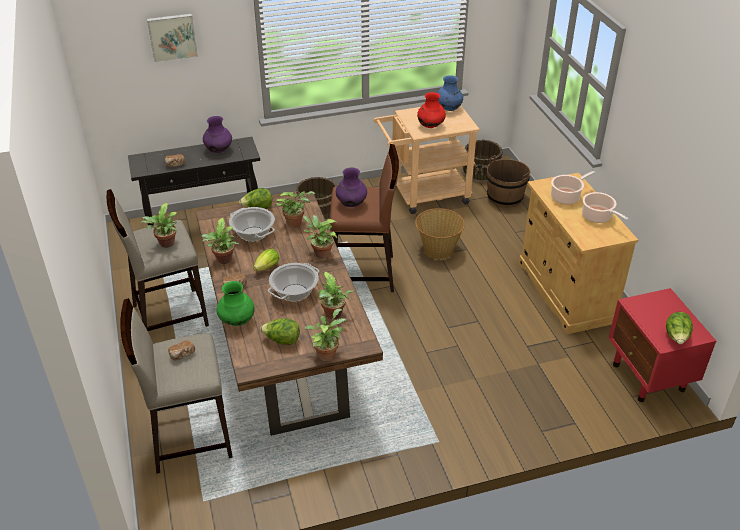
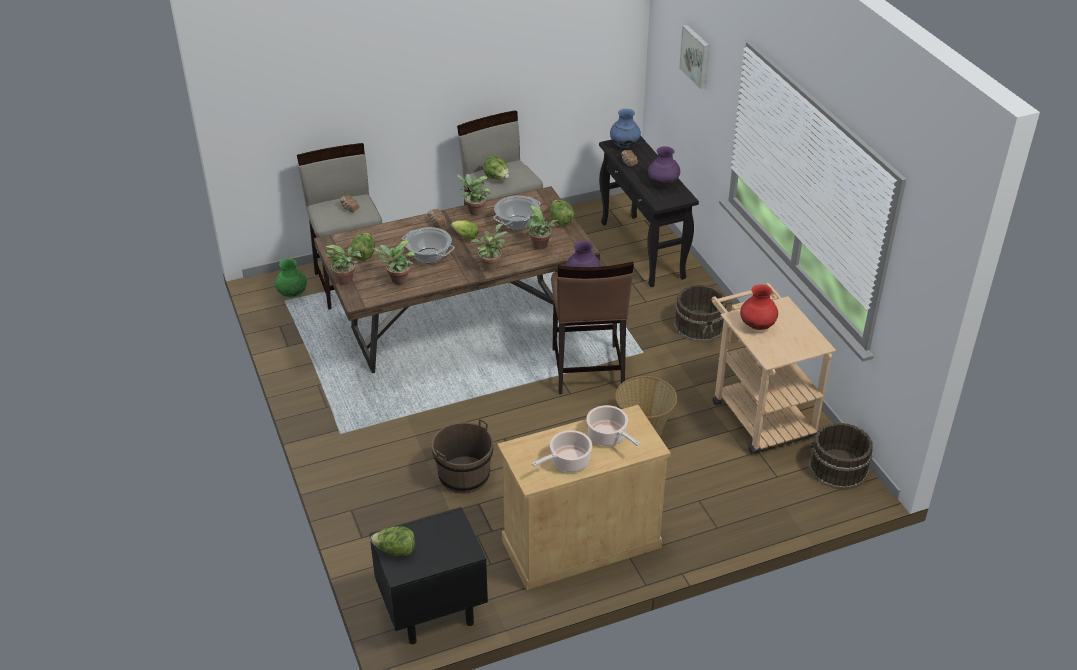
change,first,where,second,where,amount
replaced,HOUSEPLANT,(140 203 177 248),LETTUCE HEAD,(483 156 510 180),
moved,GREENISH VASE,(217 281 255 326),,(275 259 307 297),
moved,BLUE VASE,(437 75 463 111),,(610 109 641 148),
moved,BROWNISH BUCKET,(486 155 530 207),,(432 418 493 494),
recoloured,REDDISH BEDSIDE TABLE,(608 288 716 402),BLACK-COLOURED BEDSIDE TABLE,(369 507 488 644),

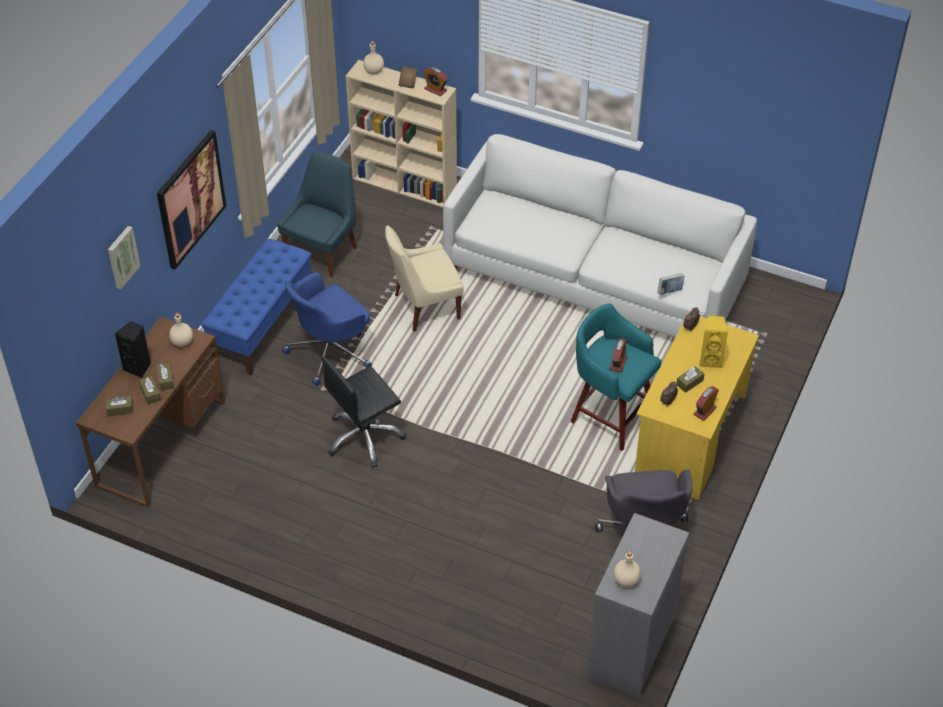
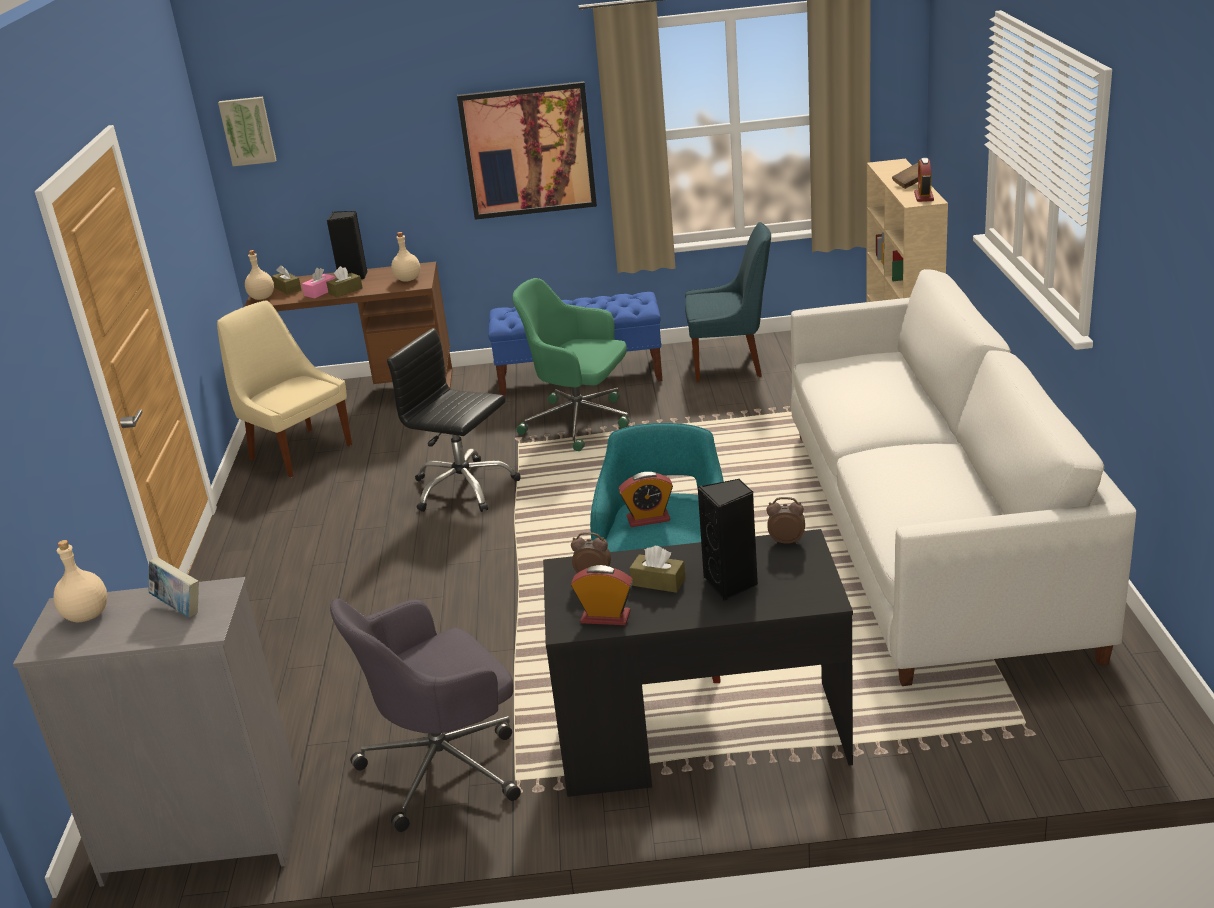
change,first,where,second,where,amount
moved,PICTURE,(108 226 141 289),,(218 97 276 166),
recoloured,BROWNISH TISSUE BOX,(139 376 161 404),PINK TISSUE BOX,(302 268 335 298),
recoloured,BLUE DESK CHAIR,(282 272 372 386),GREENISH DESK CHAIR,(512 278 629 451),
moved,BEIGE-COLOURED DRINK BOTTLE,(363 41 384 75),,(245 250 274 300),
moved,BEIGE-COLOURED CHAIR,(385 225 464 332),,(217 301 352 477),
recoloured,YELLOW-COLOURED DESK UNIT,(635 312 759 500),BLACK-COLOURED DESK UNIT,(543 529 853 797),
moved,BOOK,(658 273 685 295),,(148 557 199 617),
recoloured,YELLOW-COLOURED AUDIO SPEAKER,(699 315 728 369),BLACK-COLOURED AUDIO SPEAKER,(697 479 758 601),

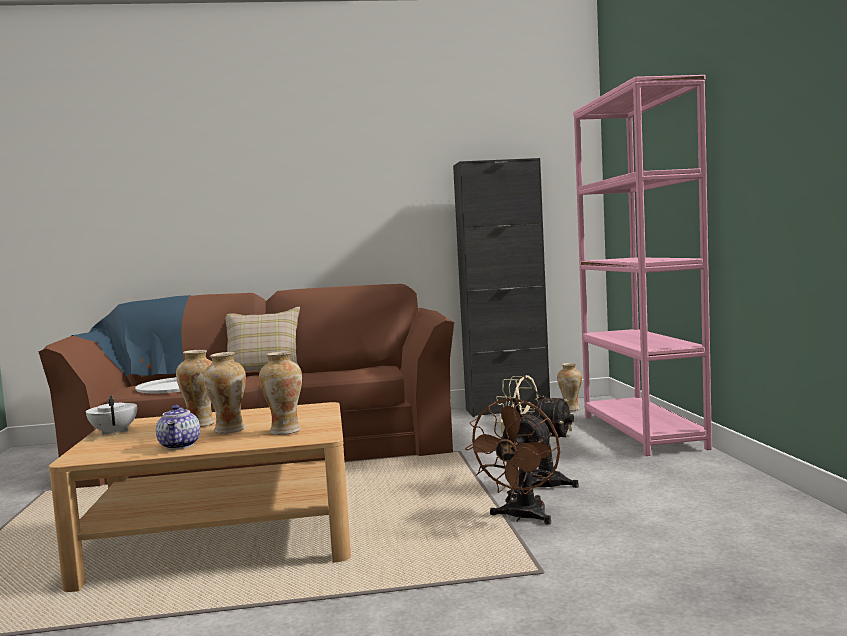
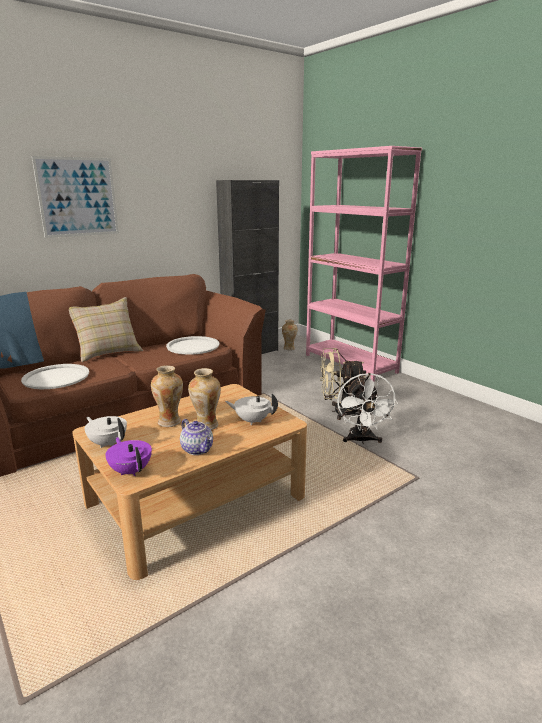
change,first,where,second,where,amount
replaced,VASE,(259 351 302 435),WHITE TEA POT,(225 394 278 425),
recoloured,BROWNISH FAN,(465 398 560 525),WHITE FAN,(337 373 398 444),
added,,,PICTURE,(32 156 119 238),
added,,,PURPLE-COLOURED TEA POT,(105 437 152 476),
added,,,WHITE TRAY,(166 336 220 355),

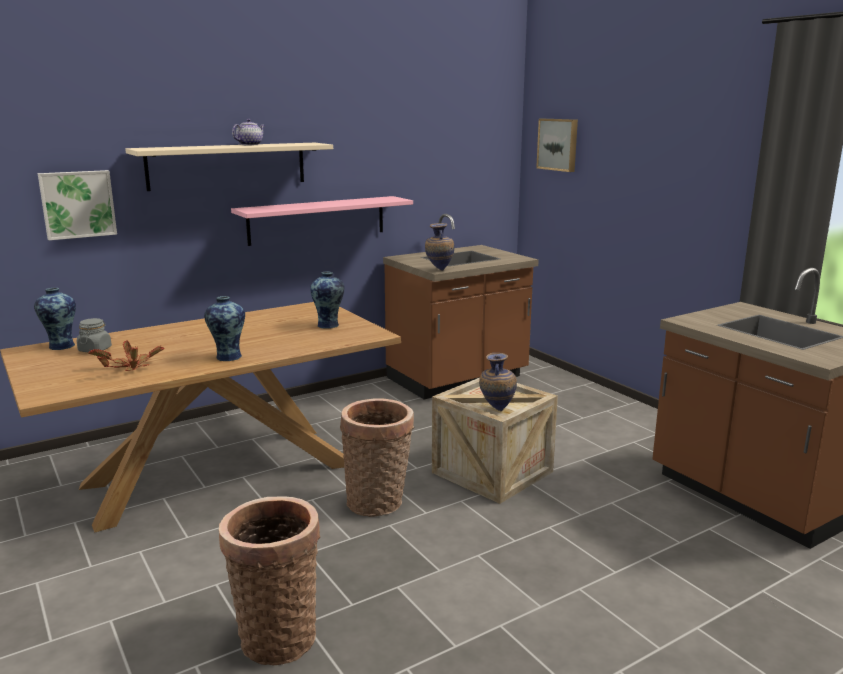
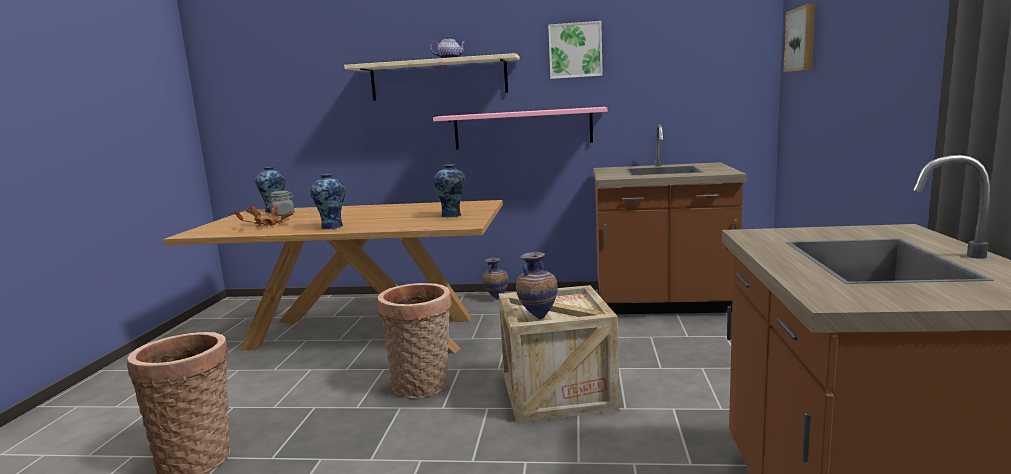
change,first,where,second,where,amount
moved,PICTURE,(38 170 117 240),,(548 21 603 79),
moved,VASE,(425 223 454 271),,(482 258 508 300),

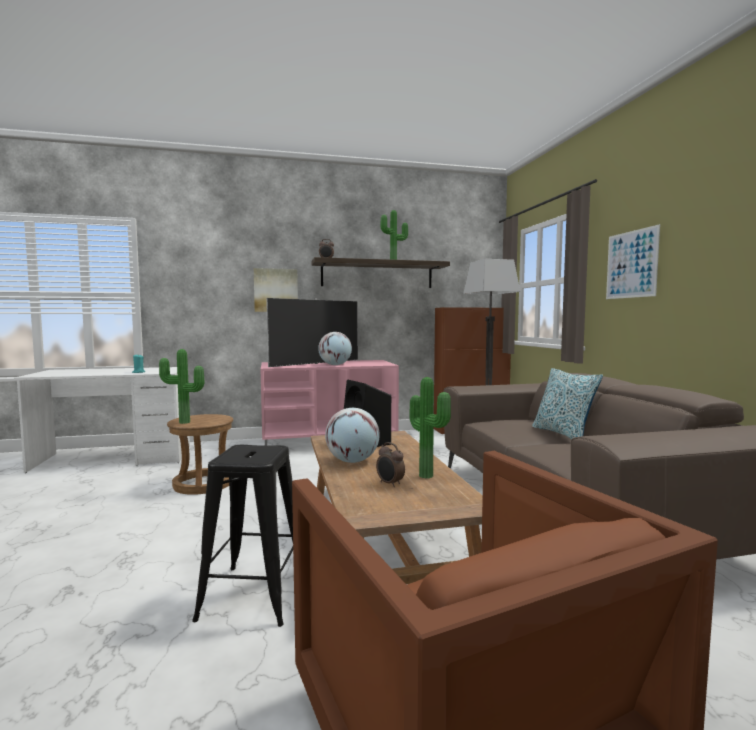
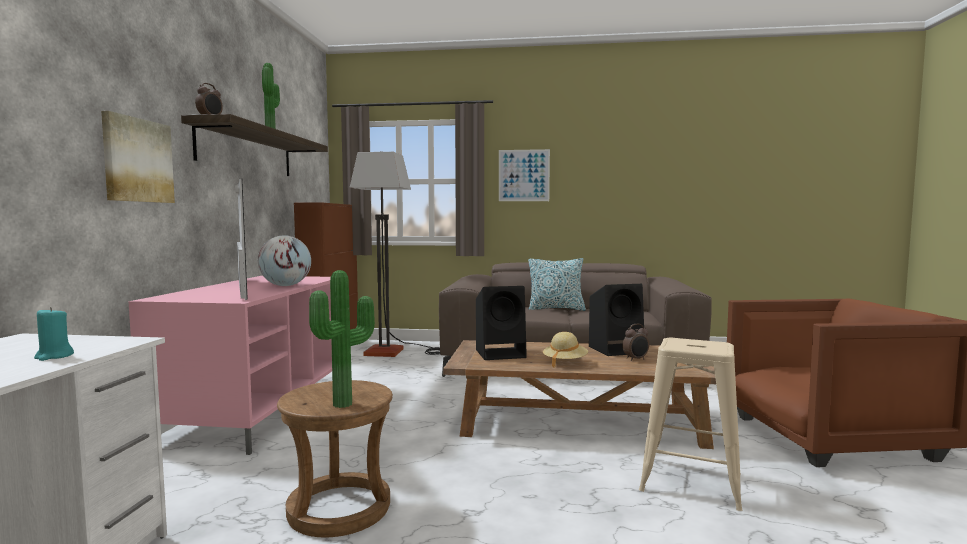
change,first,where,second,where,amount
recoloured,BLACK-COLOURED SITTING STOOL,(192 445 293 627),BEIGE-COLOURED SITTING STOOL,(639 338 742 511),
replaced,GLOBE,(325 408 380 463),BEIGE-COLOURED CLOTHING HAT,(543 332 588 367),
replaced,HOUSEPLANT,(409 377 451 479),BLACK-COLOURED AUDIO SPEAKER,(589 284 644 356),

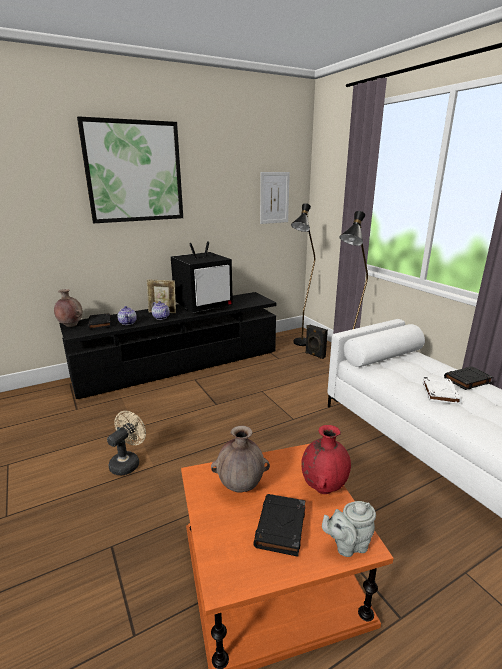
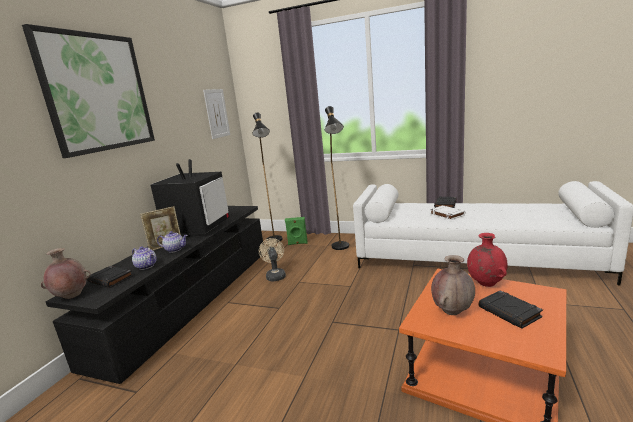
change,first,where,second,where,amount
moved,BEIGE-COLOURED FAN,(107 411 146 475),,(259 238 286 282),
recoloured,BLACK-COLOURED AUDIO SPEAKER,(305 325 328 359),GREENISH AUDIO SPEAKER,(285 217 308 245),
removed,GRAY TEA POT,(322 501 376 557),,,

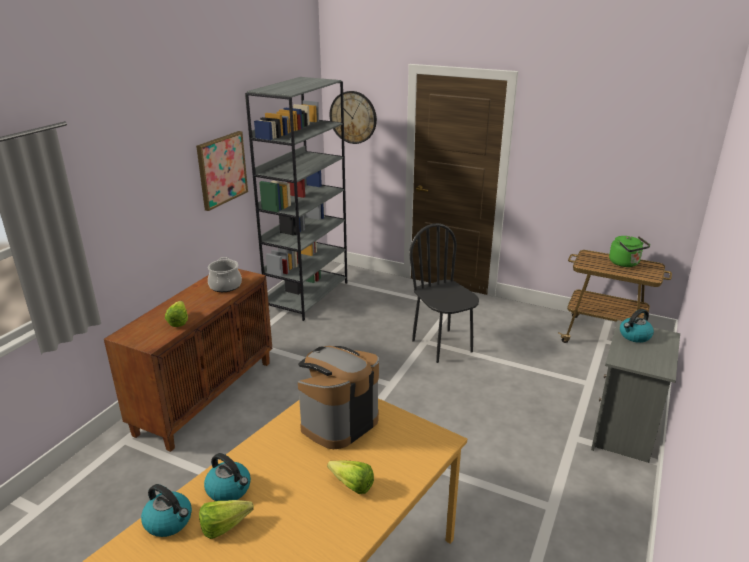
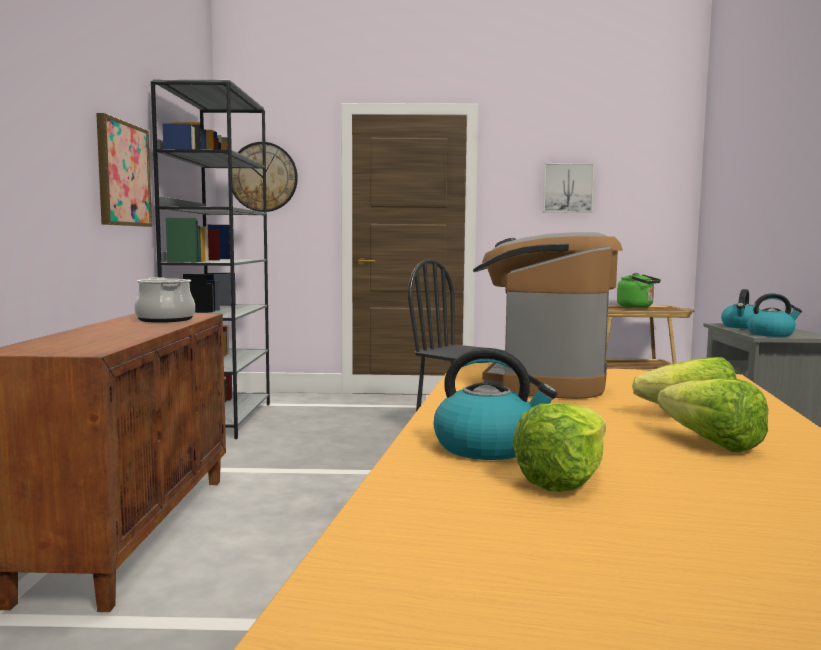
change,first,where,second,where,amount
moved,TEA KETTLE,(141 484 192 537),,(747 293 802 337),
moved,LETTUCE HEAD,(165 301 188 327),,(657 378 768 453),
added,,,PICTURE,(543 163 594 213),

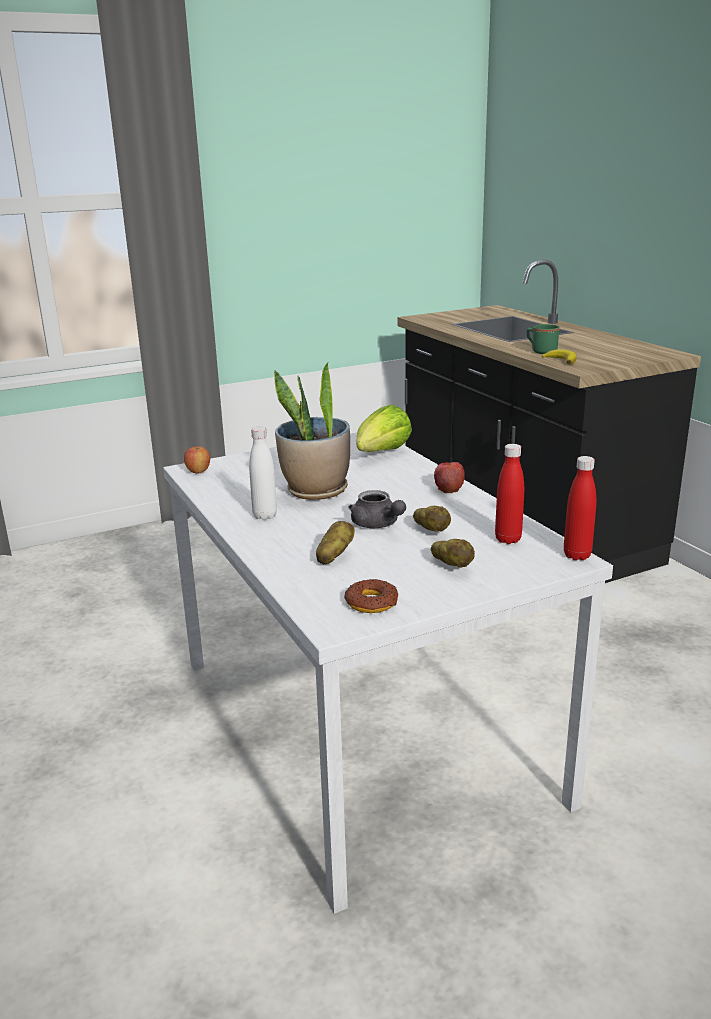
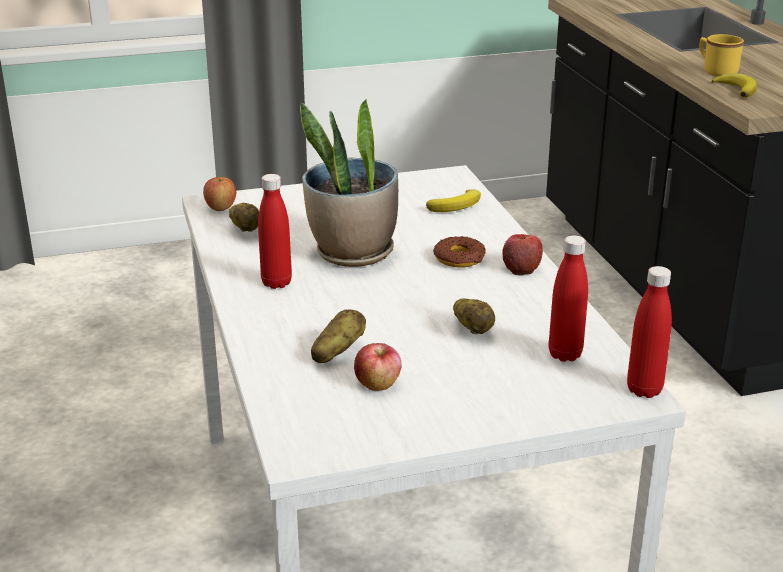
change,first,where,second,where,amount
recoloured,WHITE DRINK BOTTLE,(249 427 277 520),REDDISH DRINK BOTTLE,(258 174 292 289),
moved,RING DOUGHNUT,(344 579 398 613),,(433 236 486 268),
removed,GRAY TEA POT,(348 490 406 528),,,
replaced,LETTUCE HEAD,(356 405 412 452),BANANA,(426 189 481 212),
moved,POTATO,(431 539 475 568),,(229 203 259 232),
recoloured,GREENISH MUG,(527 324 560 354),YELLOW-COLOURED MUG,(699 34 744 76),
added,,,APPLE,(354 343 402 391),

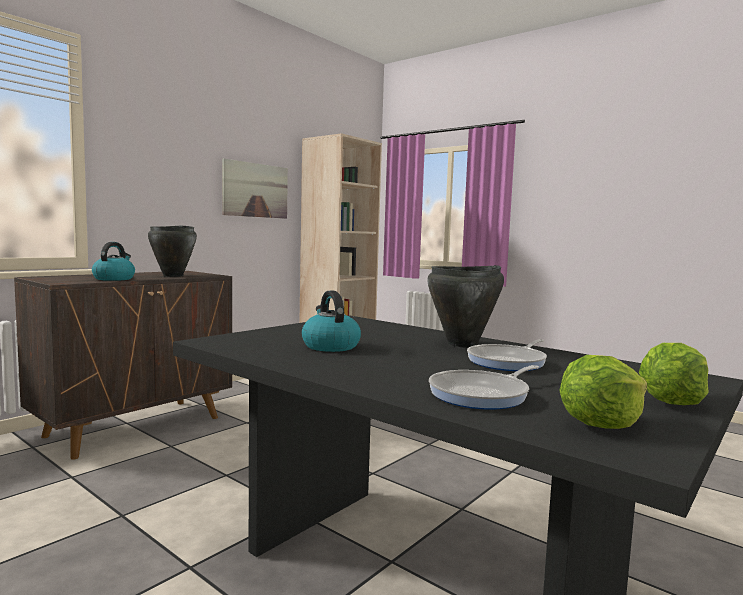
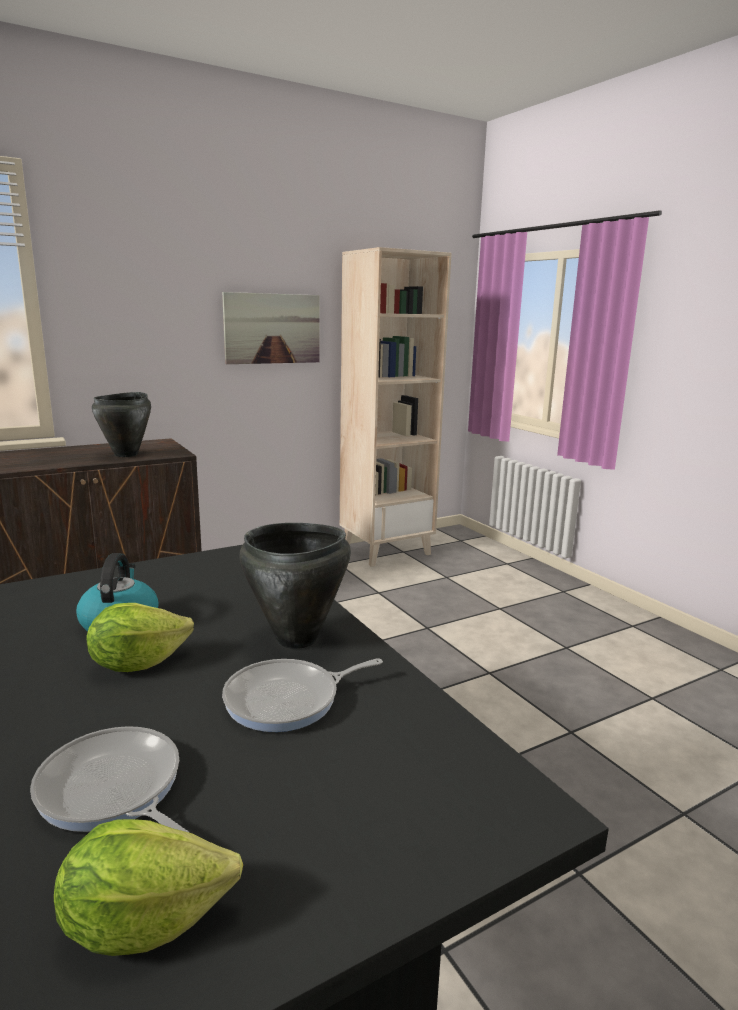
change,first,where,second,where,amount
removed,TEA KETTLE,(92 242 135 281),,,
turned,SKILLET,(429 365 539 410),,(30 726 188 832),60 degrees clockwise
moved,LETTUCE HEAD,(639 343 709 405),,(86 603 194 672),

